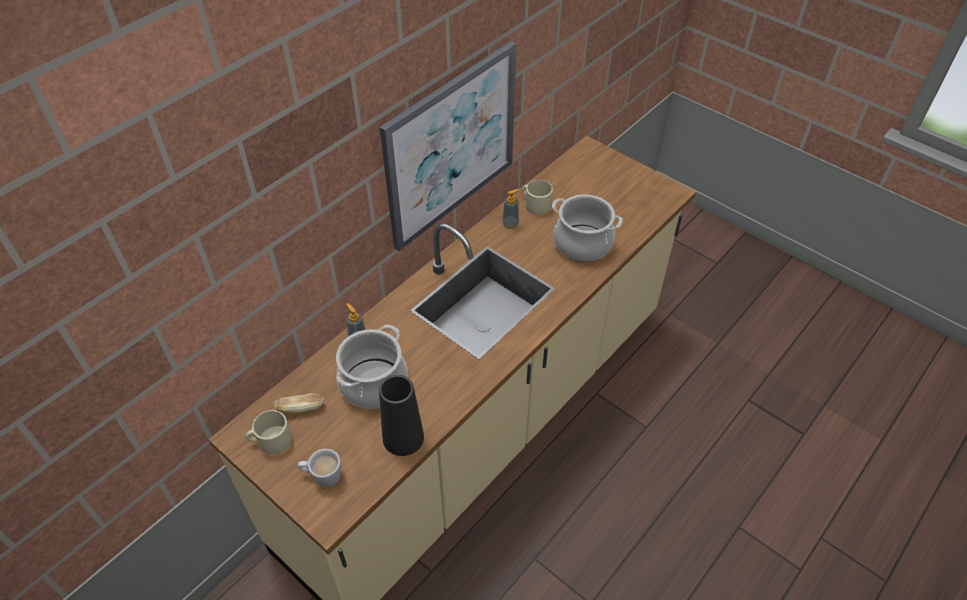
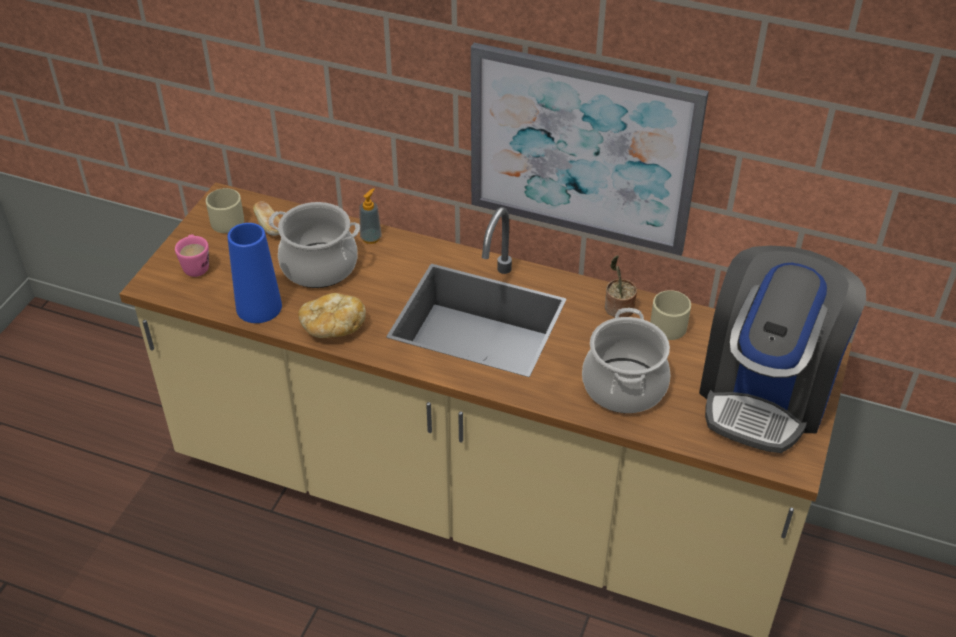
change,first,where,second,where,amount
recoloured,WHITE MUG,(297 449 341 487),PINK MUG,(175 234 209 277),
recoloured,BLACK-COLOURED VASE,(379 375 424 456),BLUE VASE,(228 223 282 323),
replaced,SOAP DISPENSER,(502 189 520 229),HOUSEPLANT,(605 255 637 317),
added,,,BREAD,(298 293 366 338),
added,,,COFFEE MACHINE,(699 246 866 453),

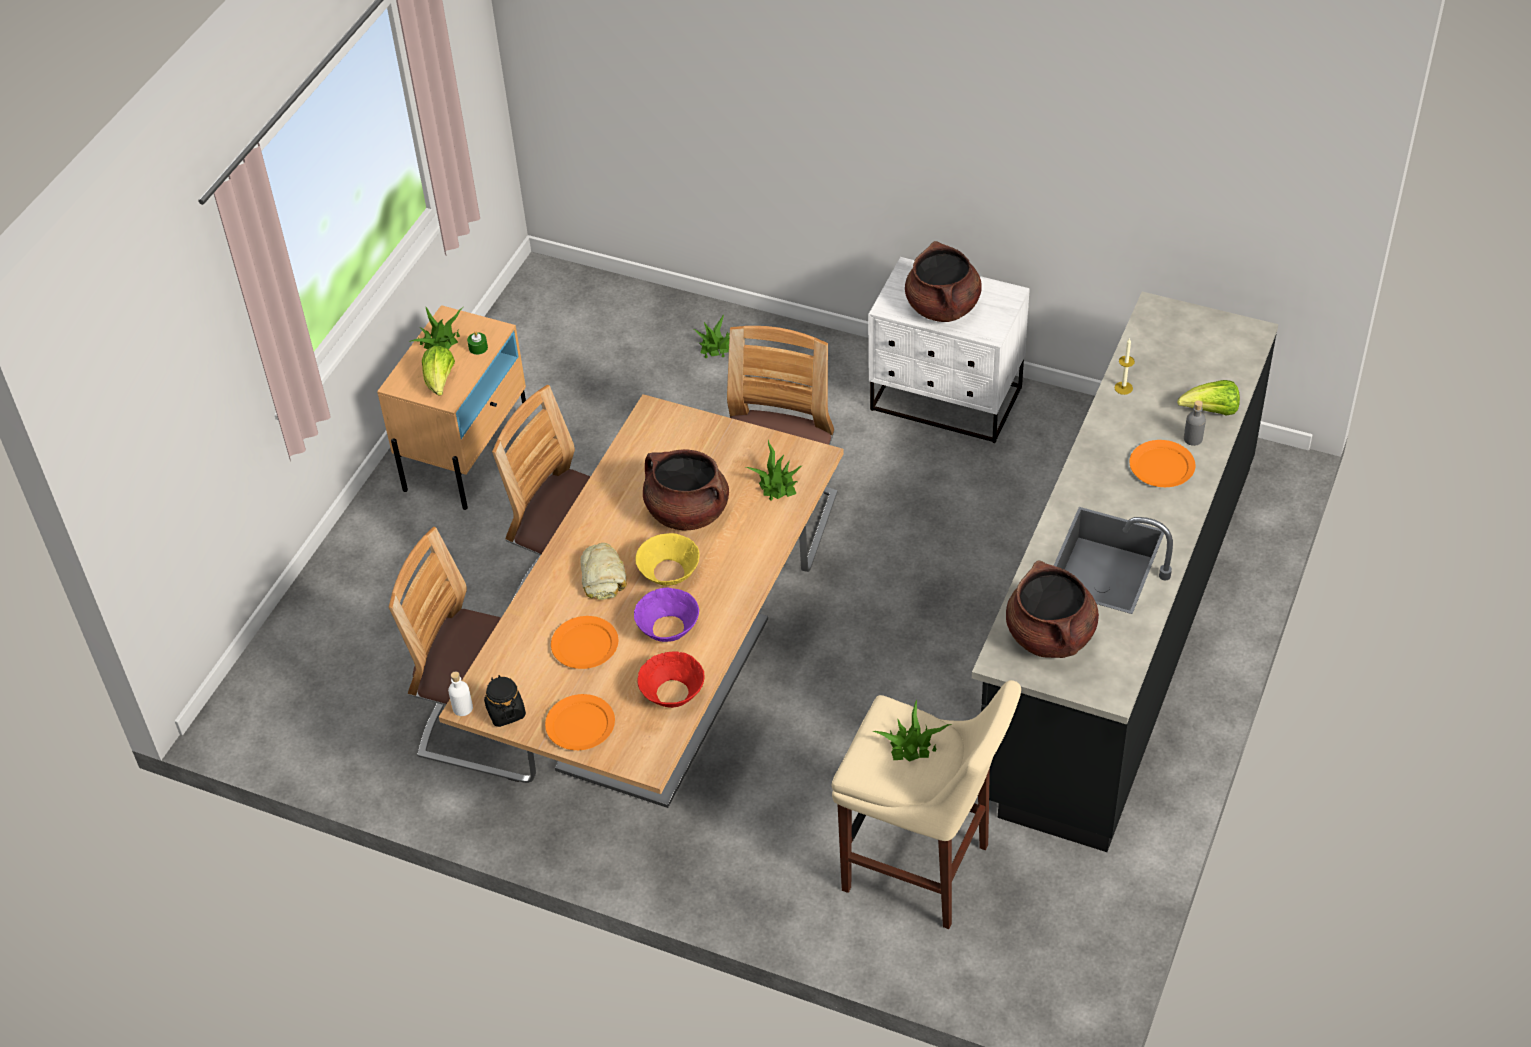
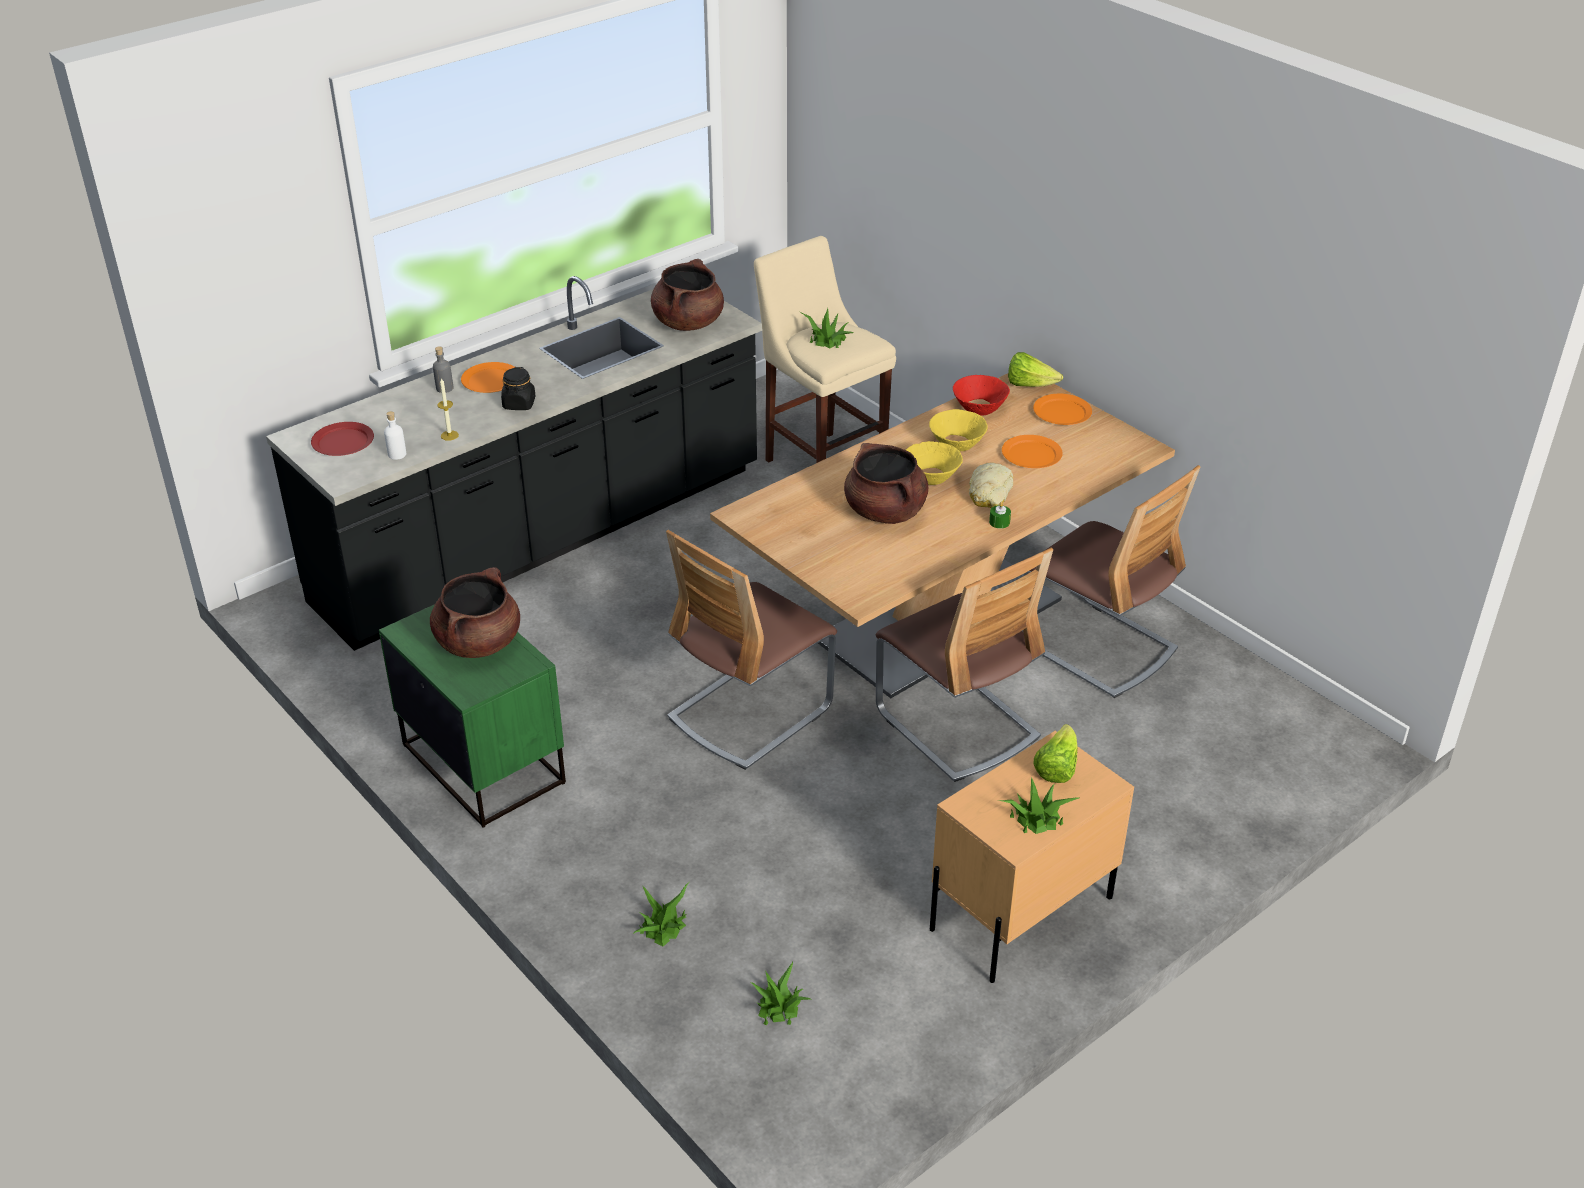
change,first,where,second,where,amount
moved,WHITE DRINK BOTTLE,(448 671 473 716),,(384 411 406 460),
moved,GREENISH WAX CANDLE,(467 331 488 355),,(989 502 1011 529),
moved,BLACK-COLOURED JAR,(484 675 526 727),,(501 367 535 410),
recoloured,PURPLE-COLOURED DEEP DISH,(634 588 699 642),YELLOW-COLOURED DEEP DISH,(929 409 988 451),
moved,HOUSEPLANT,(746 440 801 500),,(751 962 812 1025),
recoloured,WHITE BEDSIDE TABLE,(868 257 1030 443),GREENISH BEDSIDE TABLE,(379 604 566 828),
moved,LETTUCE HEAD,(1177 380 1240 416),,(1008 352 1063 387),
added,,,REDDISH PLATE,(311 422 374 456),

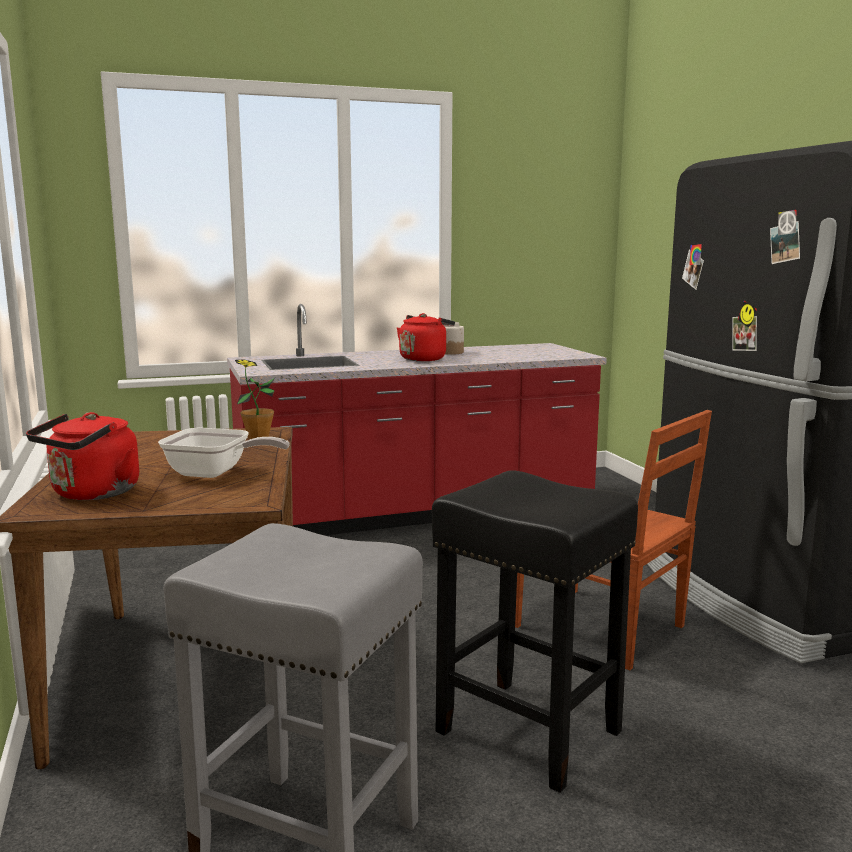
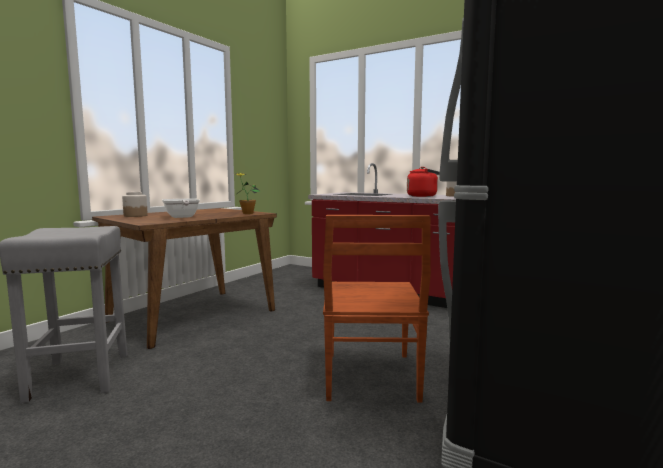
change,first,where,second,where,amount
replaced,REDDISH TEA KETTLE,(26 412 139 500),JAR,(122 192 148 217),
removed,BLACK-COLOURED SITTING STOOL,(432 470 638 793),,,

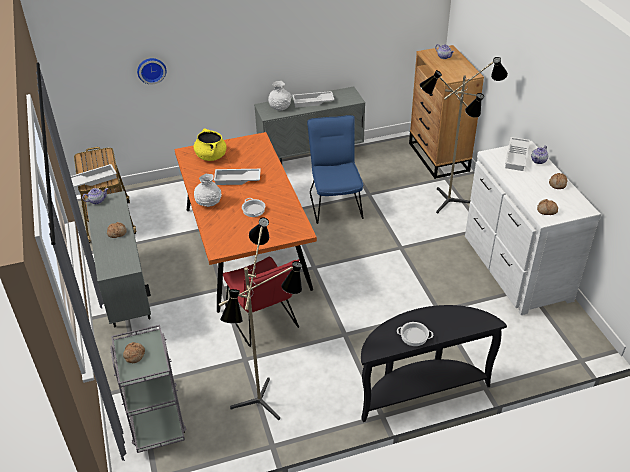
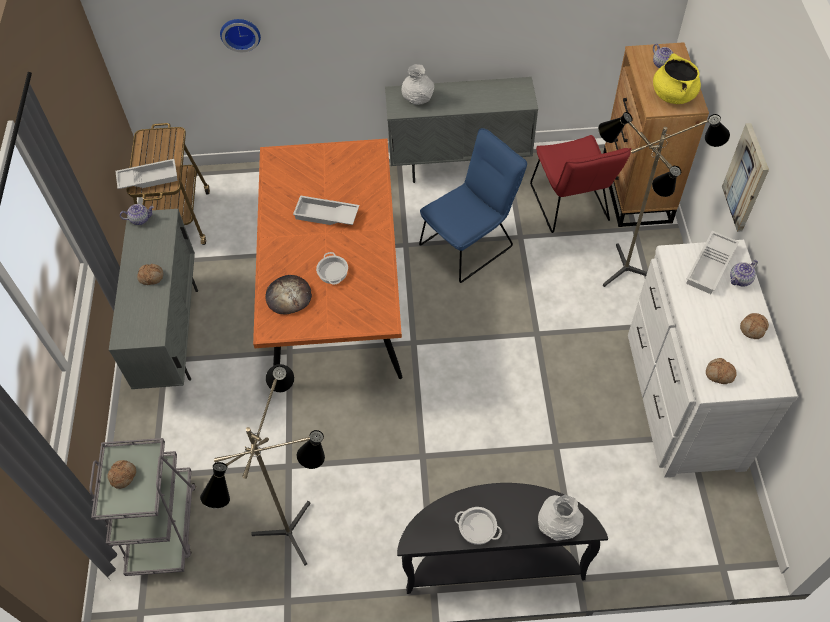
change,first,where,second,where,amount
moved,YELLOW-COLOURED STOCKPOT,(194 128 227 161),,(653 53 701 104),
moved,WHITE VASE,(194 174 221 207),,(538 495 584 541),
moved,REDDISH CHAIR,(223 257 299 347),,(530 135 631 233),
removed,WHITE TRAY,(292 91 334 108),,,
turned,BLUE CHAIR,(307 115 364 224),,(419 128 527 283),45 degrees clockwise
added,,,BREAD,(265 275 312 315),
added,,,PICTURE,(722 123 769 232),

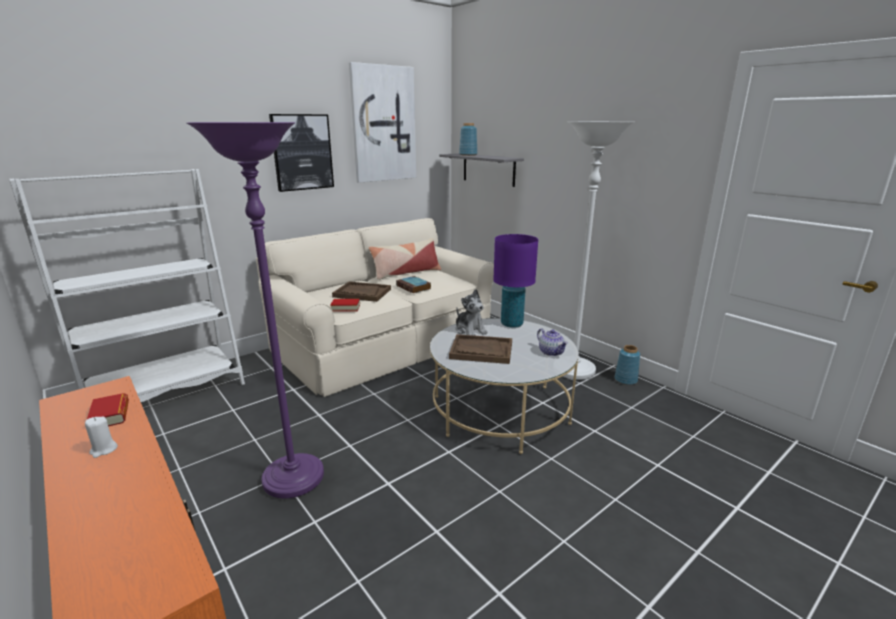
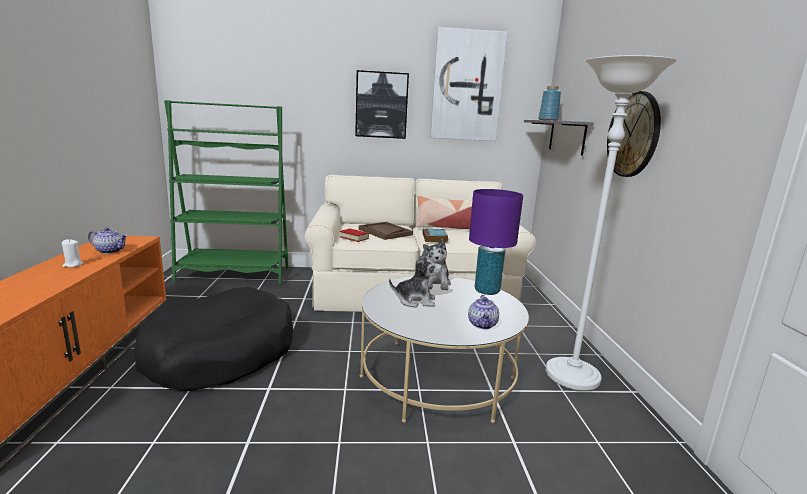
change,first,where,second,where,amount
recoloured,WHITE SHELVING UNIT,(9 169 245 402),GREENISH SHELVING UNIT,(164 100 288 285),
replaced,BOOK,(87 393 129 426),TEA POT,(88 227 128 254),
replaced,PURPLE-COLOURED FLOOR LAMP,(186 122 324 498),BLACK-COLOURED DOG CUSHION,(134 287 294 391),
replaced,BROWNISH TRAY,(449 334 512 364),PLUSH TOY,(389 249 442 308),
removed,BLUE VASE,(614 345 640 385),,,
added,,,WALL CLOCK,(607 91 661 177),

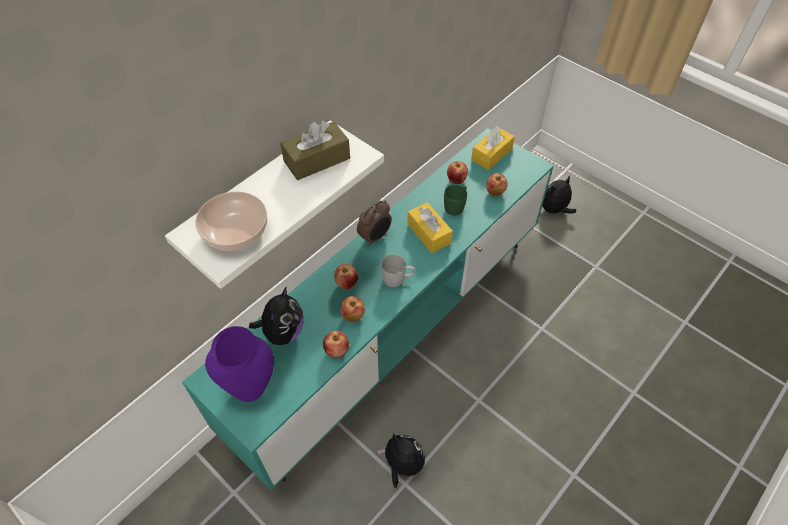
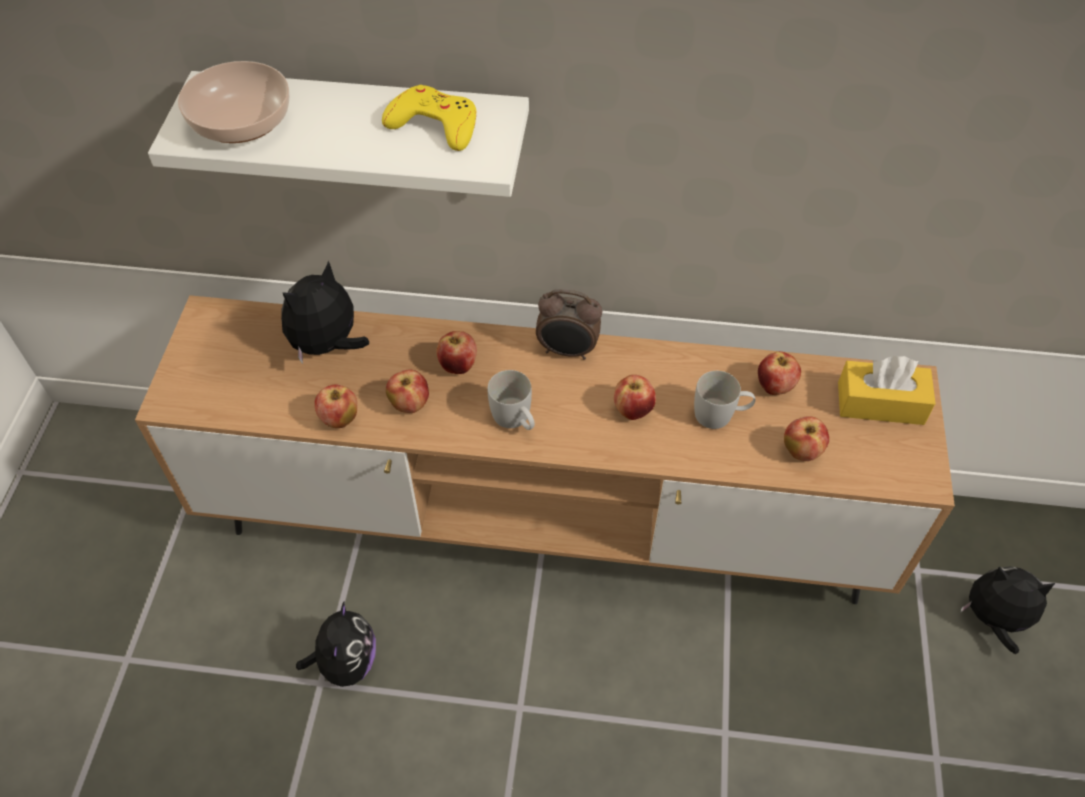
change,first,where,second,where,amount
recoloured,BLUE-GREEN MEDIA CONSOLE,(182 128 554 490),BROWNISH MEDIA CONSOLE,(135 295 955 604),
removed,PURPLE-COLOURED VASE,(205 326 274 402),,,
turned,PLUSH TOY,(249 287 304 345),,(281 261 369 364),150 degrees clockwise
replaced,BROWNISH TISSUE BOX,(280 121 350 180),YELLOW-COLOURED GAMEPAD,(382 85 476 151),
replaced,YELLOW-COLOURED TISSUE BOX,(407 202 453 253),APPLE,(614 375 656 420),
recoloured,GREENISH MUG,(444 185 467 216),WHITE MUG,(694 371 755 429),

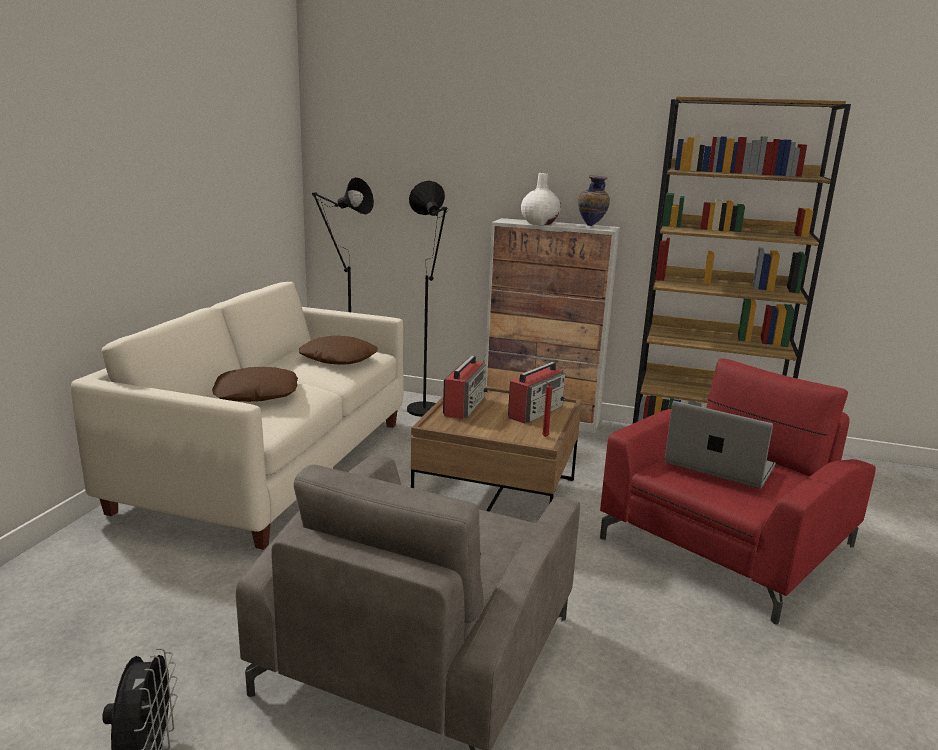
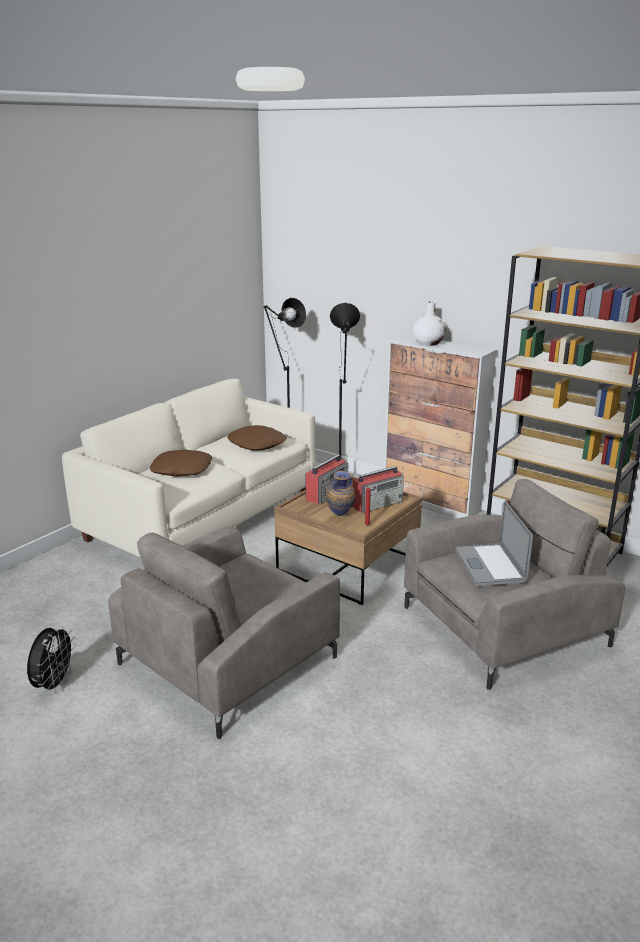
change,first,where,second,where,amount
moved,VASE,(578 175 610 226),,(326 471 356 516),
recoloured,REDDISH EASY CHAIR,(600 358 876 625),GRAY EASY CHAIR,(404 479 625 690),
turned,LAPTOP,(665 401 776 489),,(454 501 533 586),150 degrees counterclockwise

